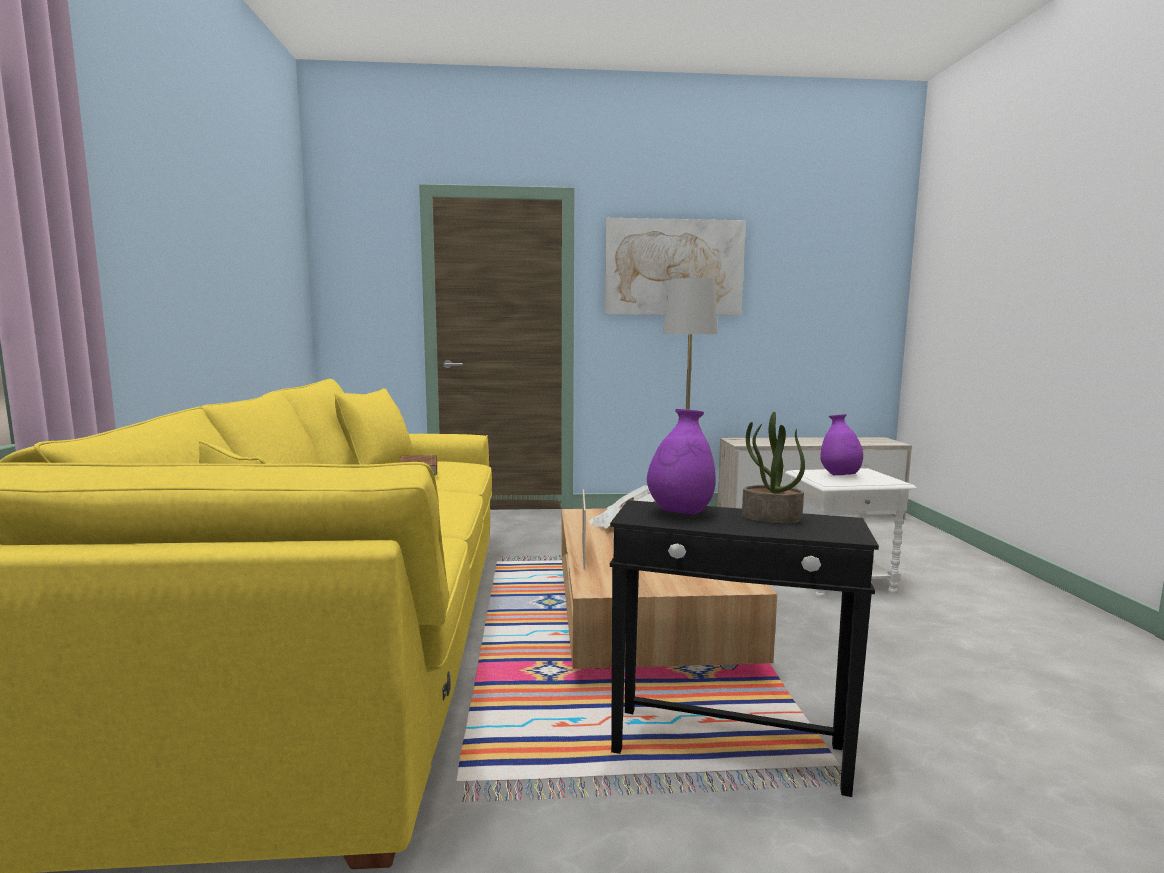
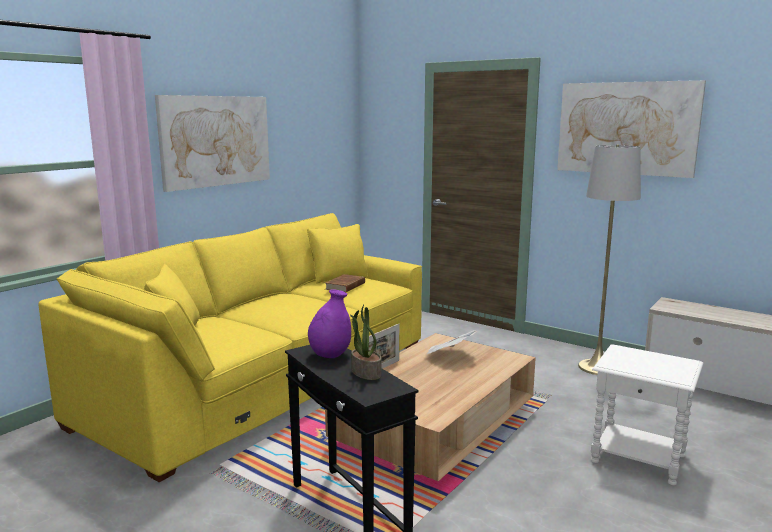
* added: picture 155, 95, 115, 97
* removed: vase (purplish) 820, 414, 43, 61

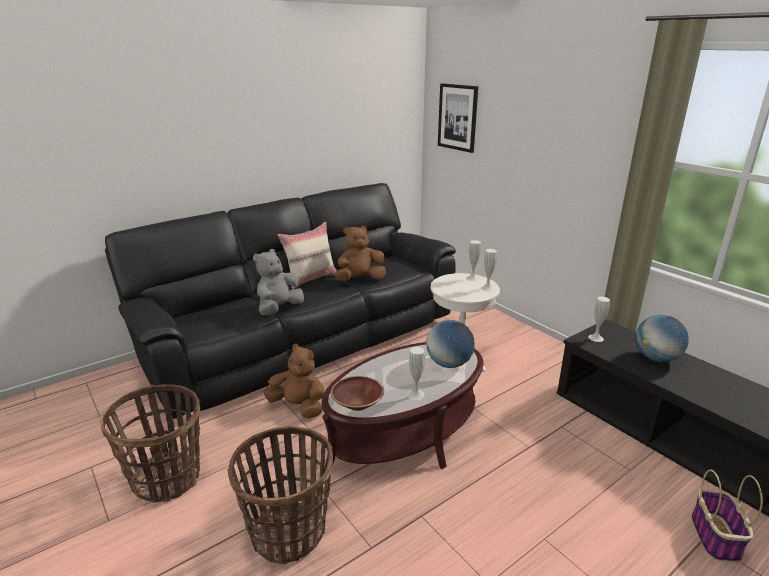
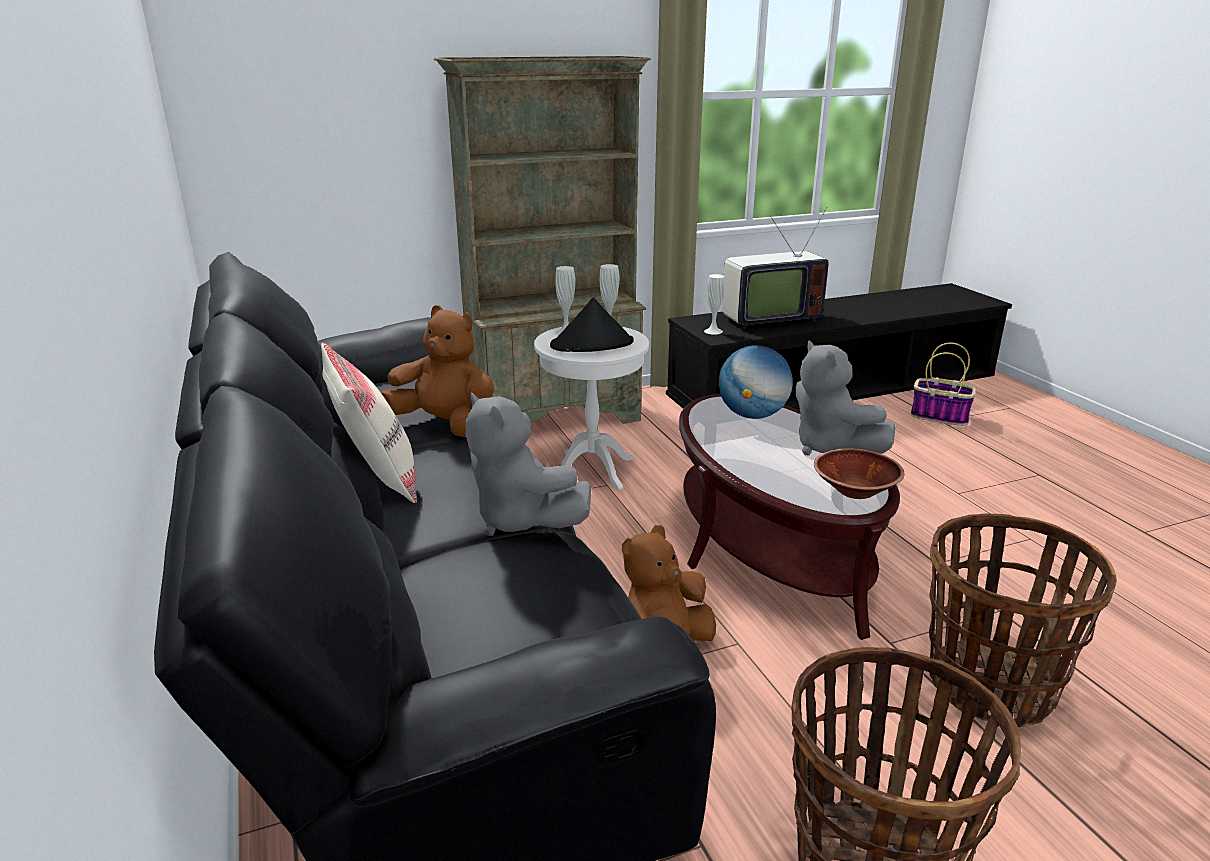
* turned: soft toy (brownish) 334, 226, 52, 55 = 381, 305, 113, 132 120 degrees clockwise
* added: shelving unit (green-coloured) 434, 56, 217, 368
* added: clothing hat (black) 550, 298, 84, 54
* replaced: world globe 635, 315, 54, 47 to television 722, 207, 106, 122
* replaced: vase (white-coloured) 407, 347, 18, 53 to soft toy (grey) 795, 340, 100, 116
* removed: picture 438, 83, 40, 70

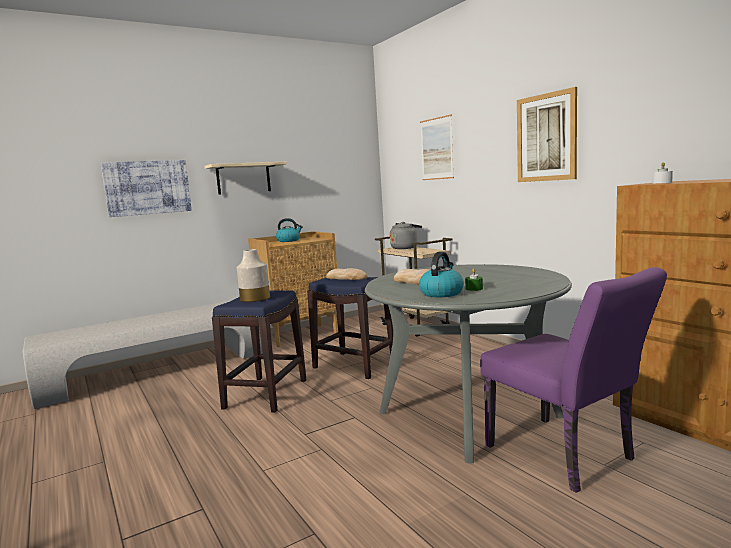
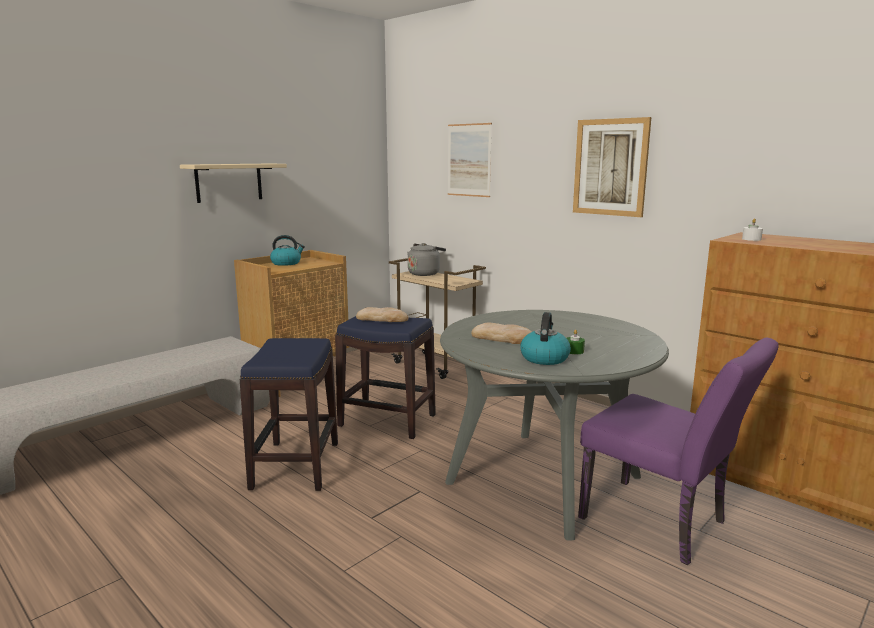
* removed: picture 101, 160, 91, 57
* removed: vase (beige) 237, 249, 33, 53

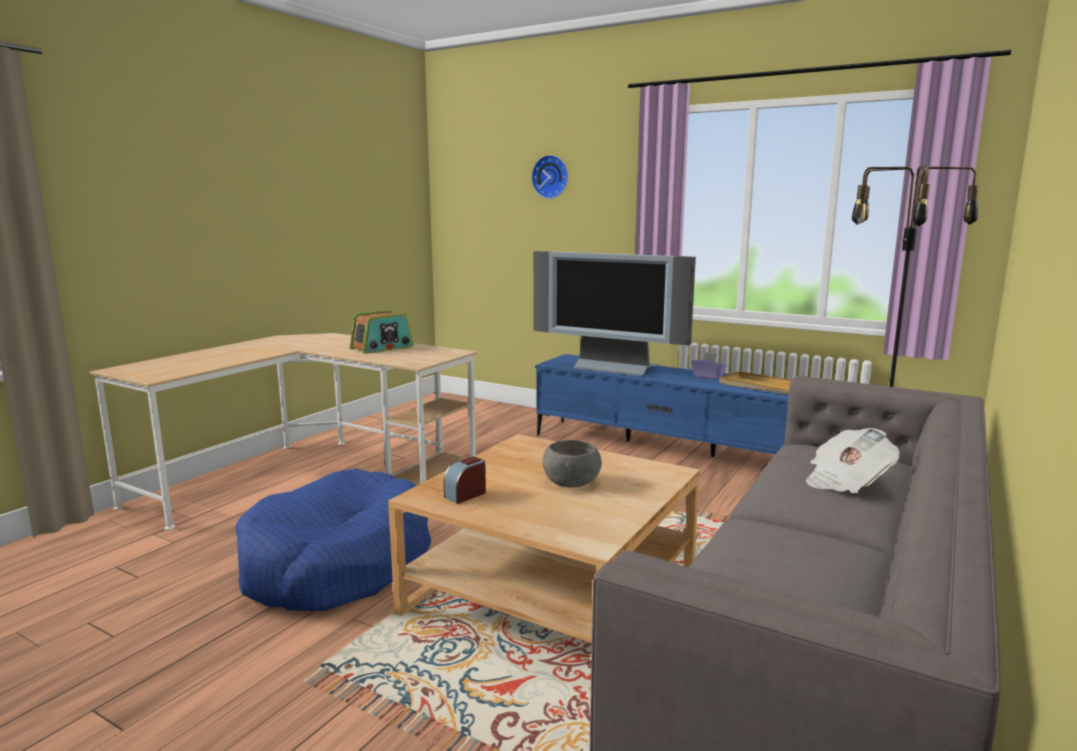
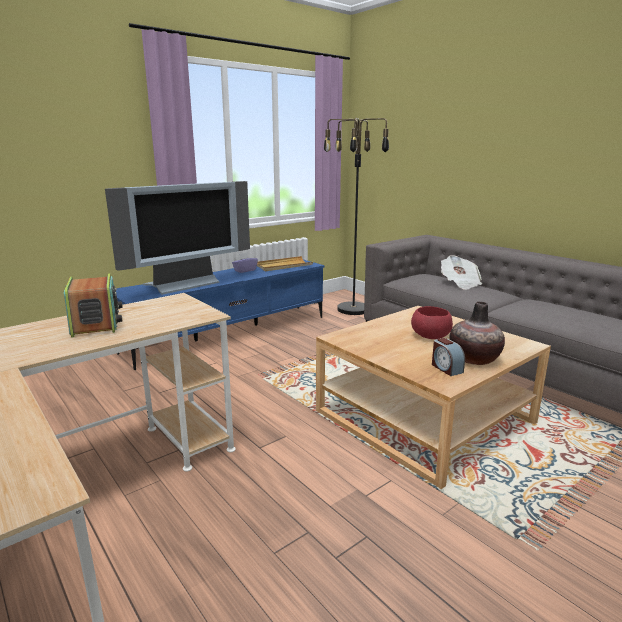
* recoloured: serving bowl (grey) 542, 440, 60, 47 to serving bowl (reddish) 411, 306, 42, 33
* added: vase 450, 301, 55, 64
* removed: pet bed (blue) 235, 468, 196, 143
* removed: clock on the wall 531, 155, 37, 44

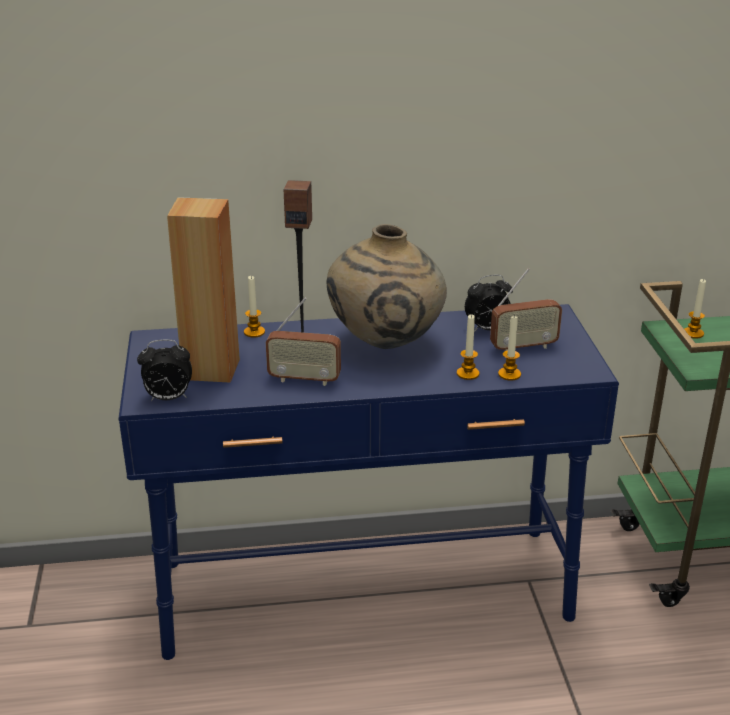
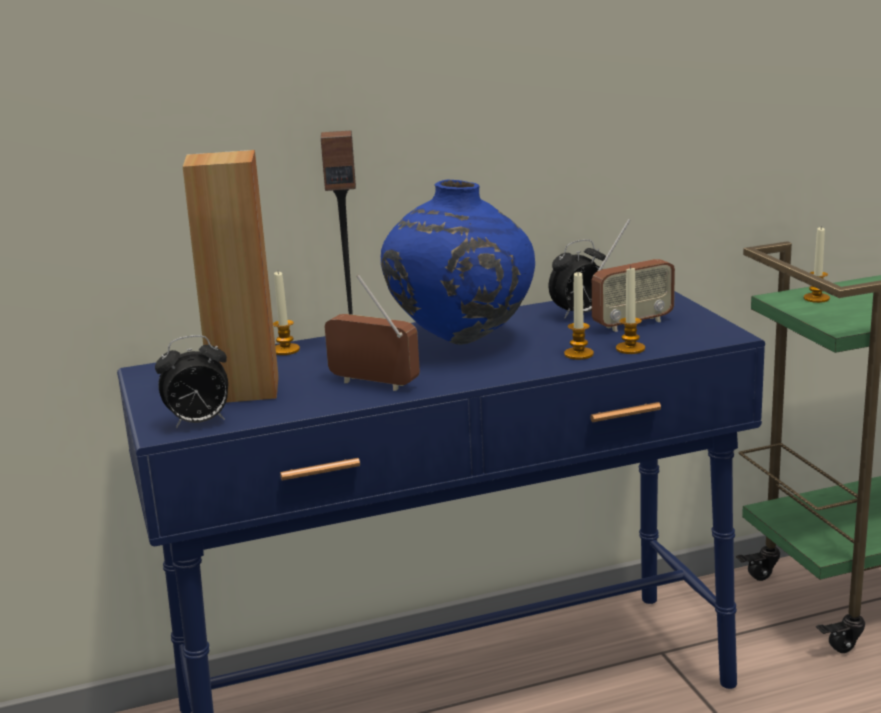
* turned: radio set 266, 298, 75, 88 = 325, 275, 95, 116 150 degrees counterclockwise
* recoloured: vase (beige) 327, 224, 120, 125 to vase (blue) 381, 180, 154, 165

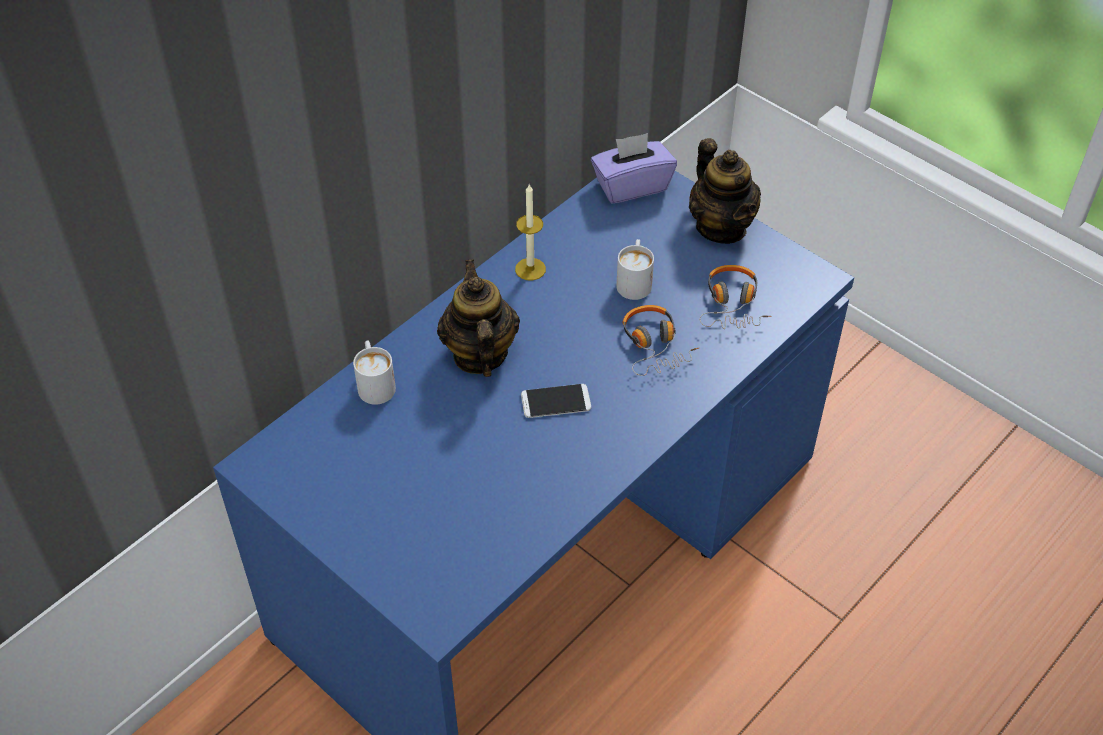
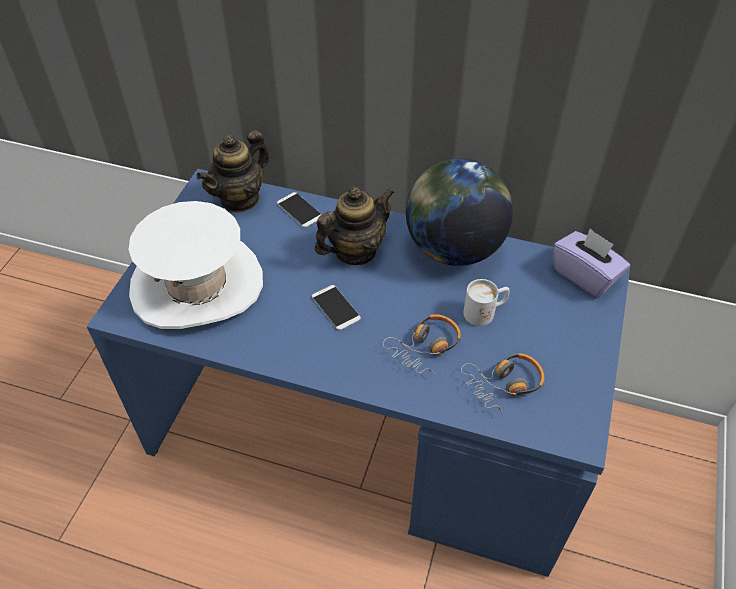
* added: clothing hat (white-coloured) 129, 201, 134, 128
* moved: teapot 689, 138, 72, 106 to 196, 130, 74, 83
* replaced: coffee mug (white-coloured) 353, 340, 43, 65 to handset 277, 192, 45, 36
* replaced: wax light 515, 184, 31, 96 to world globe 406, 159, 107, 107

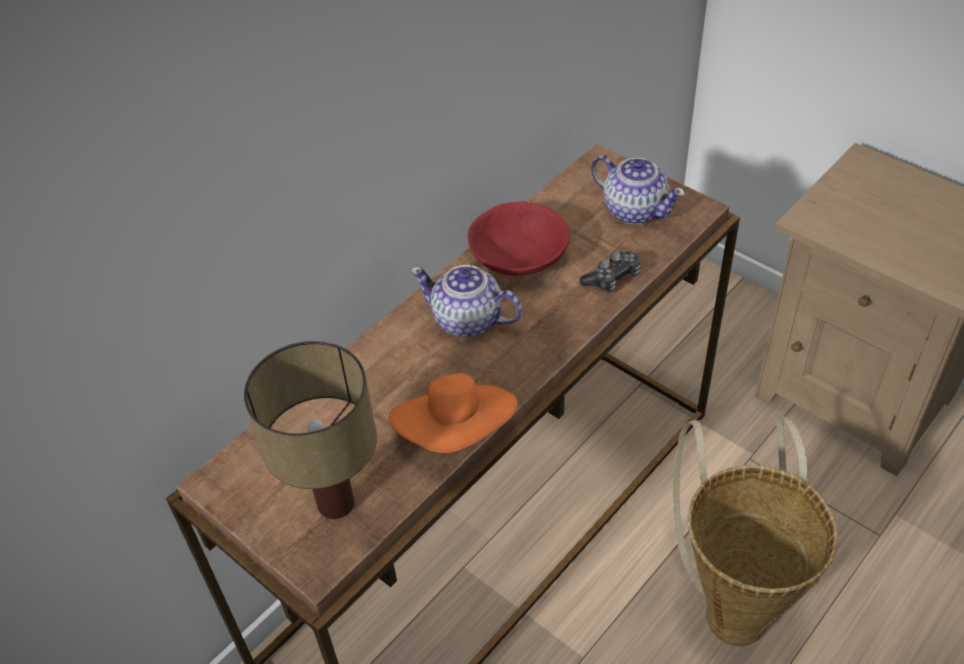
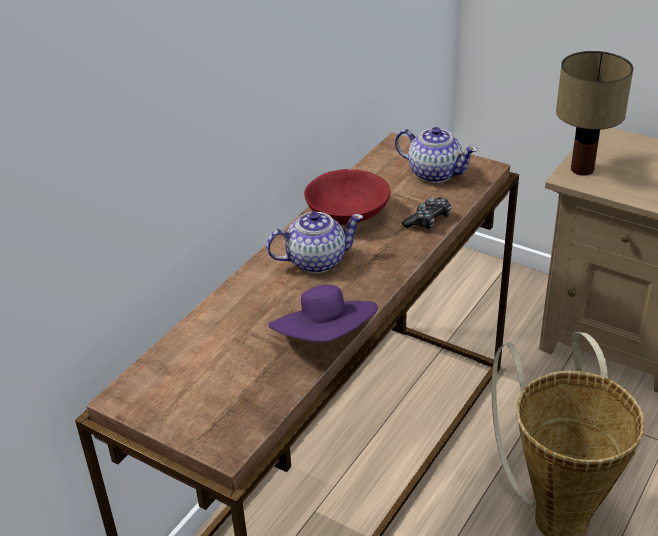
* turned: teapot 410, 265, 112, 72 = 266, 212, 97, 61 150 degrees clockwise
* recoloured: clothing hat (orangey) 389, 373, 129, 80 to clothing hat (purplish) 269, 284, 109, 58
* moved: tabletop lamp 244, 341, 133, 178 to 556, 51, 77, 125

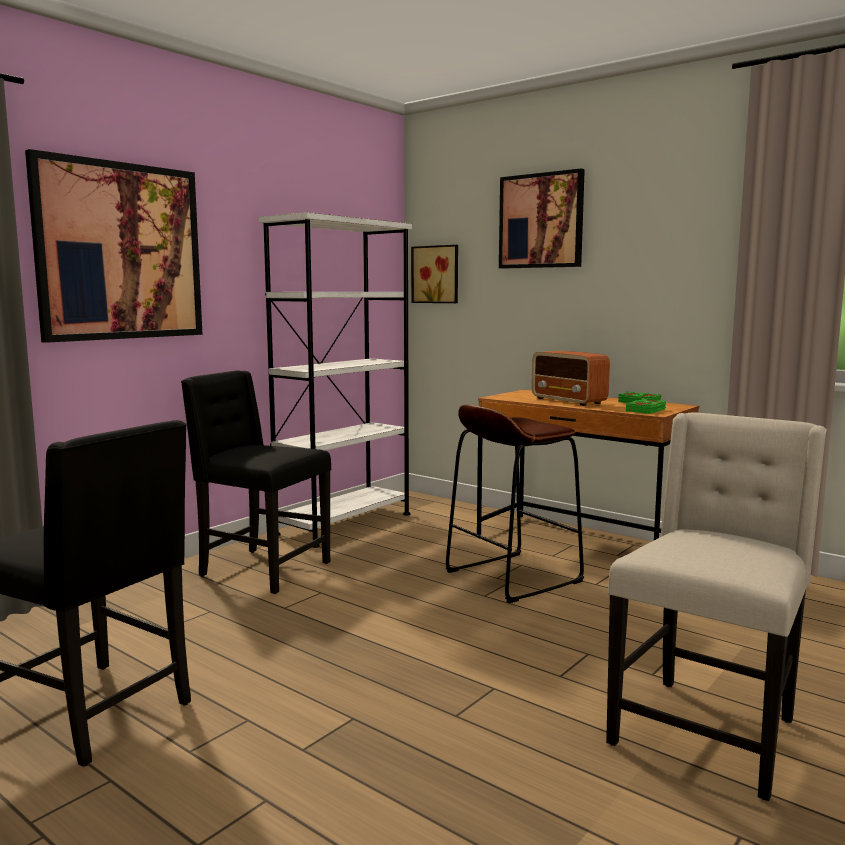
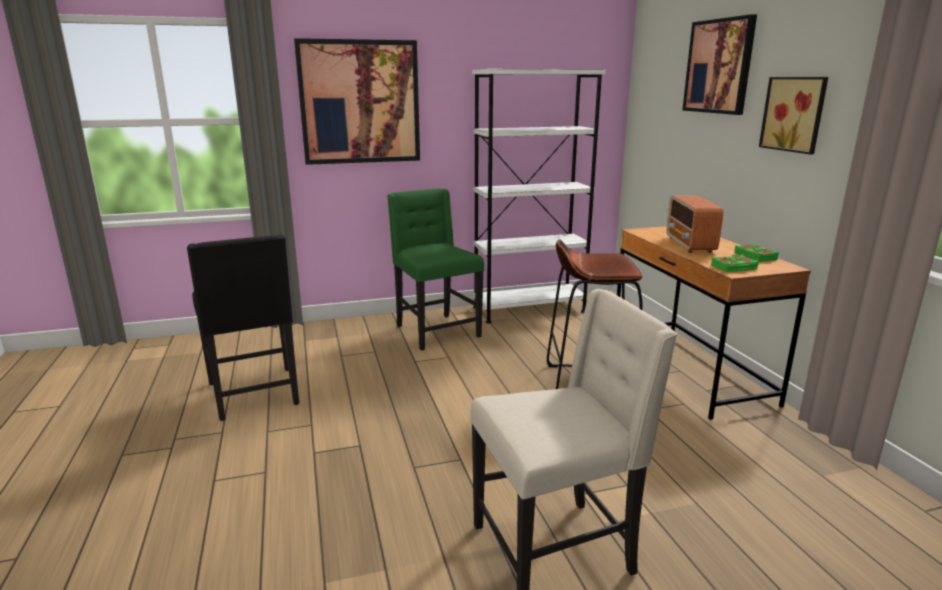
* recoloured: plain chair (black) 181, 370, 150, 224 to plain chair (green-coloured) 387, 188, 97, 162
* moved: picture 411, 245, 47, 58 to 759, 77, 69, 78

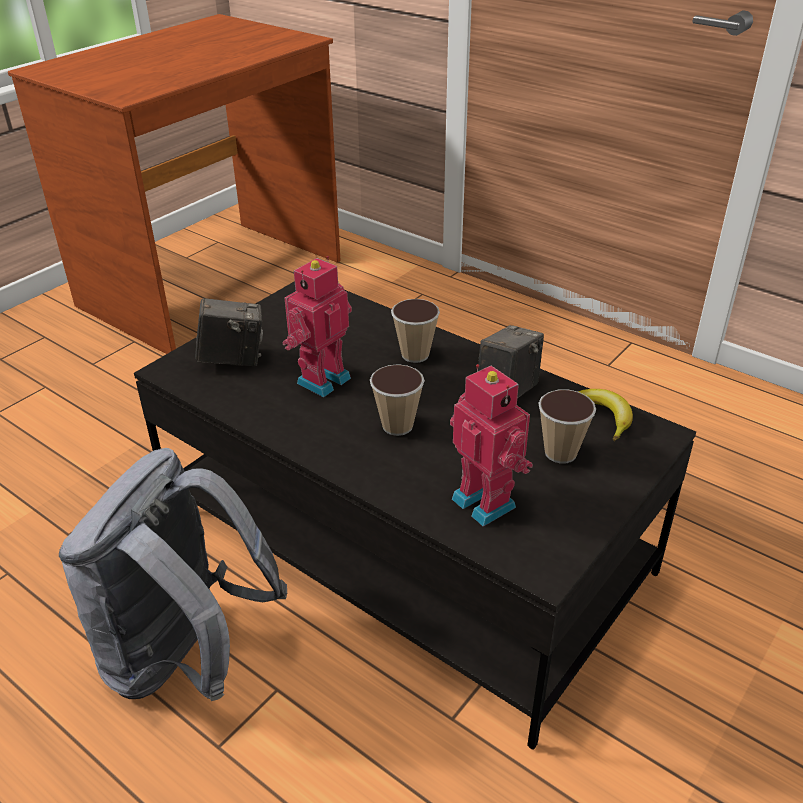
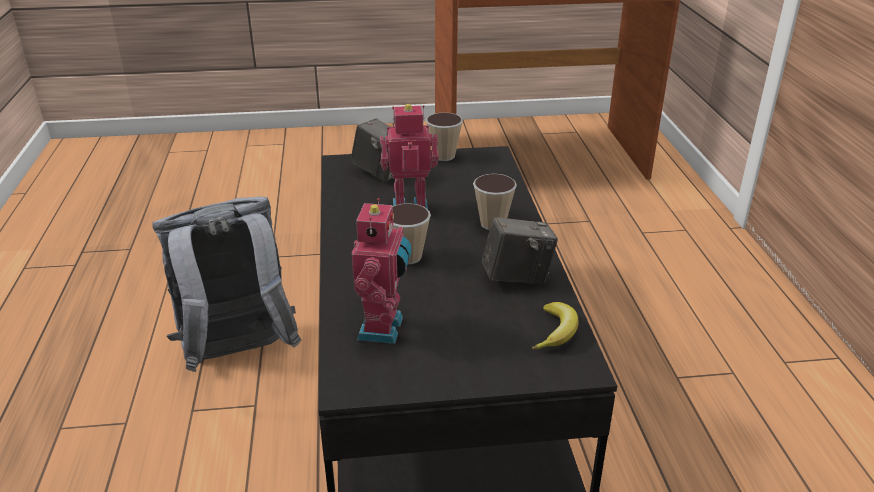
* moved: small cup 538, 390, 58, 73 to 426, 113, 37, 48

